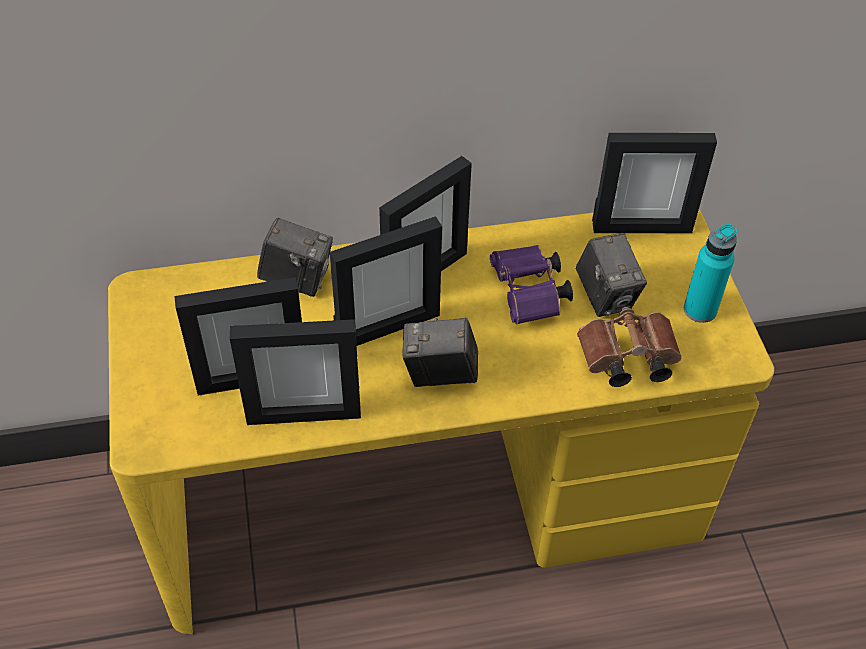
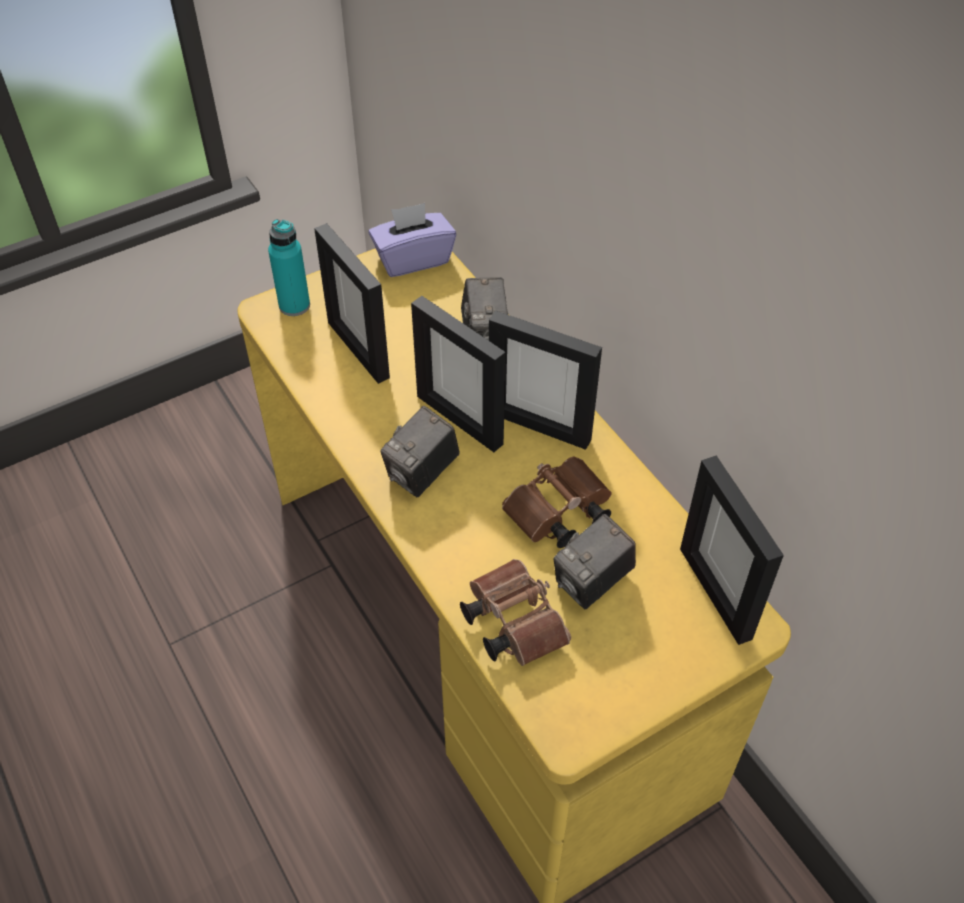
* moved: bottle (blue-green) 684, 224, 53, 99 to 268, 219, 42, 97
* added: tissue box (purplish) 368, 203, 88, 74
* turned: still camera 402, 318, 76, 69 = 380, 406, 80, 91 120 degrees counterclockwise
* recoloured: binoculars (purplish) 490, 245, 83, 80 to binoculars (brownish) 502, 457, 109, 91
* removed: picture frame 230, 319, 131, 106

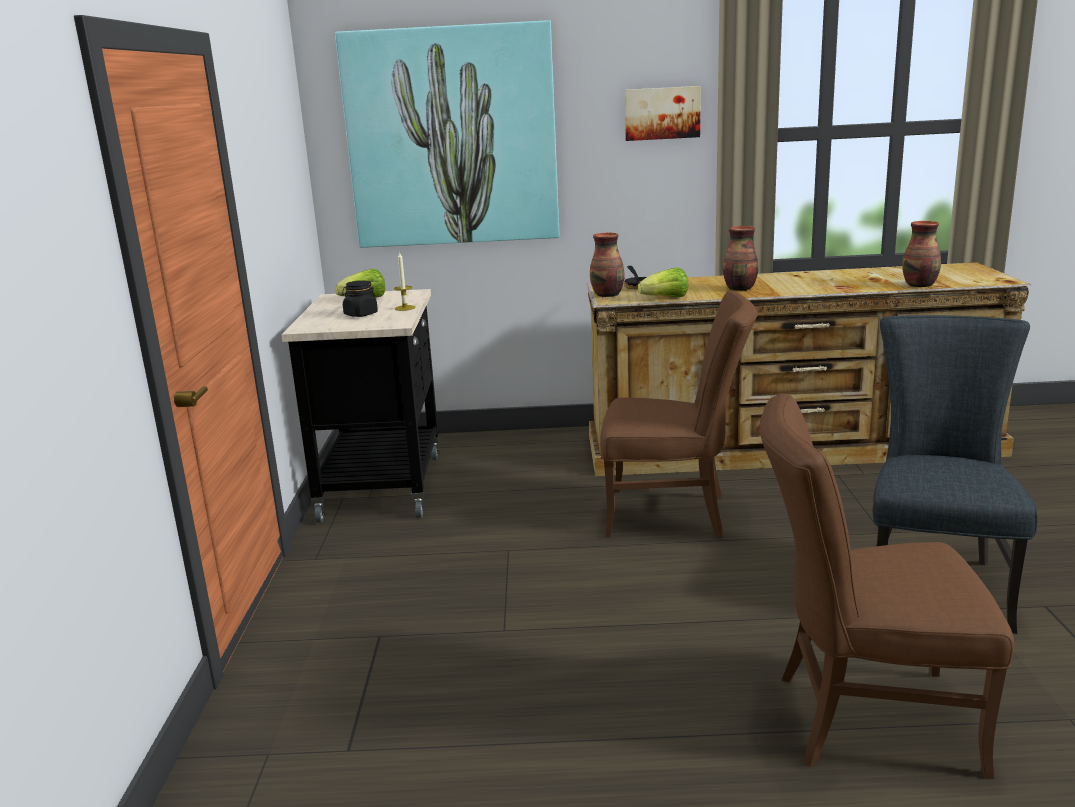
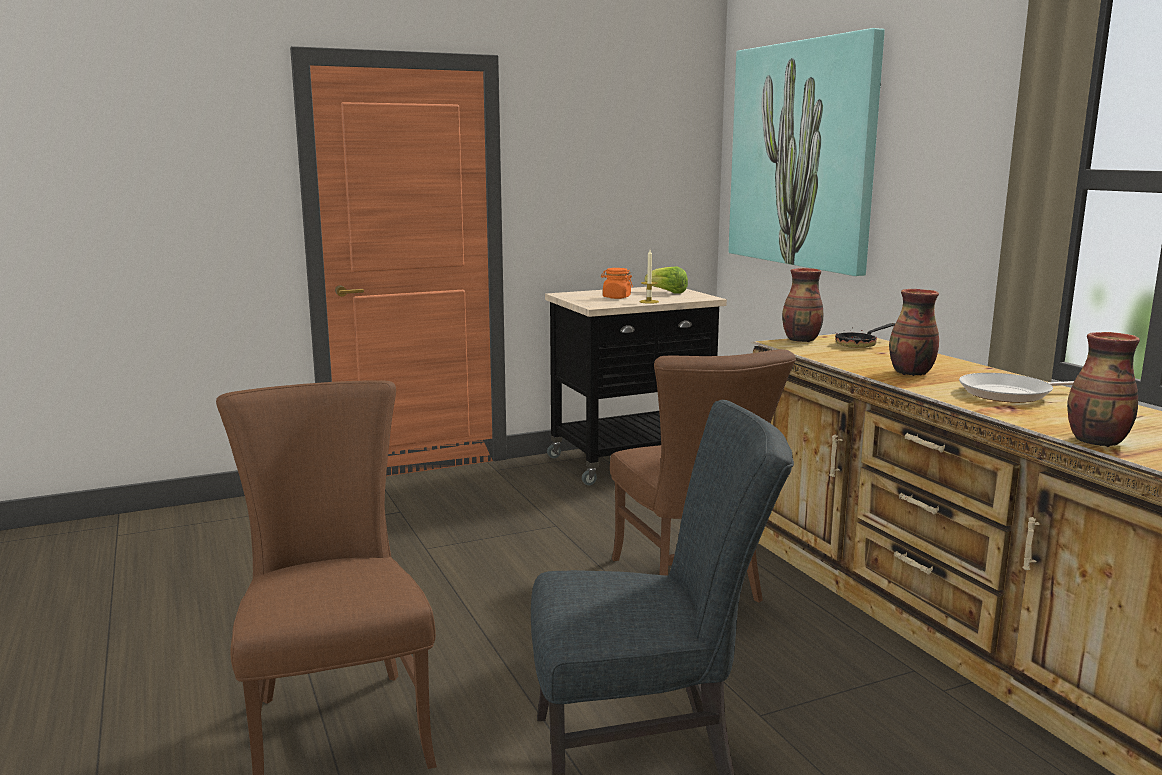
* recoloured: preserve jar (black) 341, 281, 37, 36 to preserve jar (orangey) 601, 268, 32, 31
* added: skillet 959, 373, 115, 30
* removed: picture 625, 86, 76, 55
* removed: lettuce head 638, 267, 50, 30

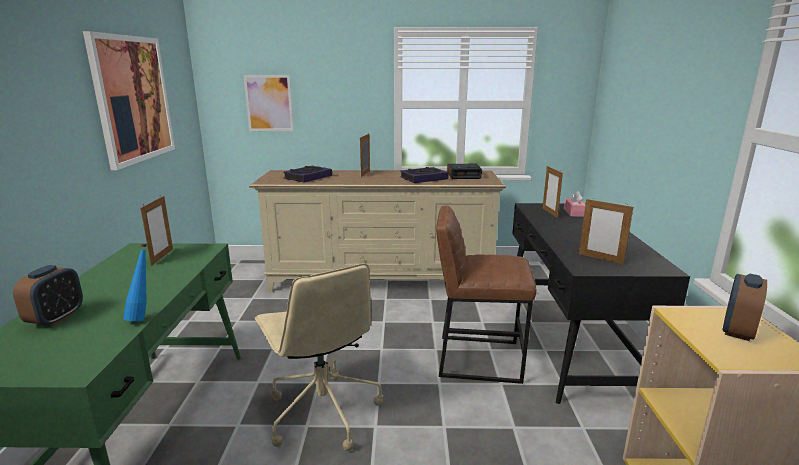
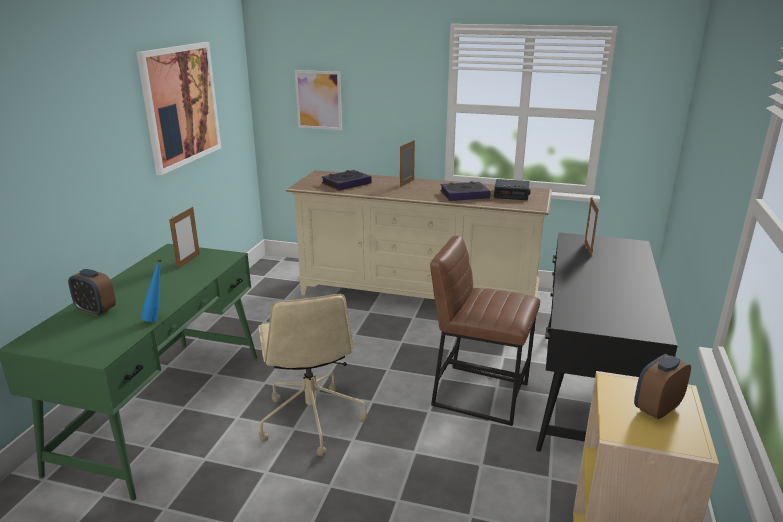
* turned: alarm clock 13, 265, 70, 62 = 68, 269, 48, 47 90 degrees clockwise
* removed: tissue box (pink) 564, 191, 21, 26
* removed: picture frame 579, 198, 54, 67

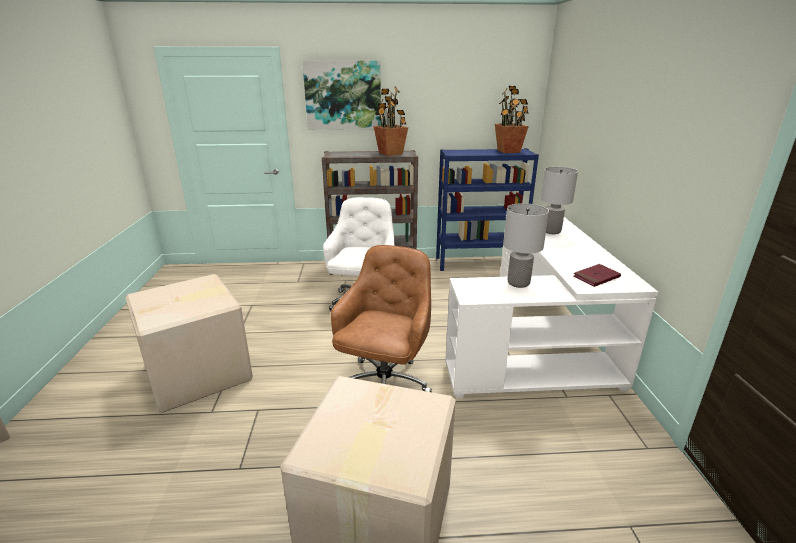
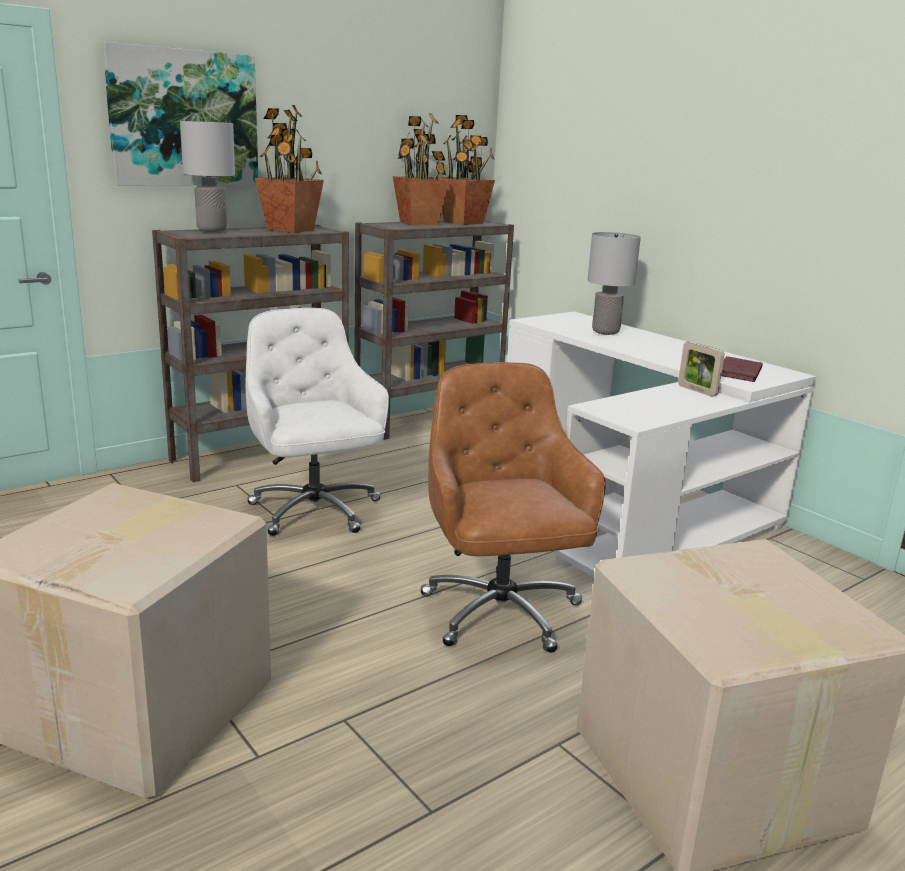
* moved: tabletop lamp (grey) 503, 203, 46, 85 to 180, 120, 55, 112
* recoloured: shelving unit (blue) 436, 148, 103, 123 to shelving unit (grey) 354, 220, 160, 220
* added: plant in a pot 393, 113, 56, 112
* added: picture frame 678, 342, 46, 55

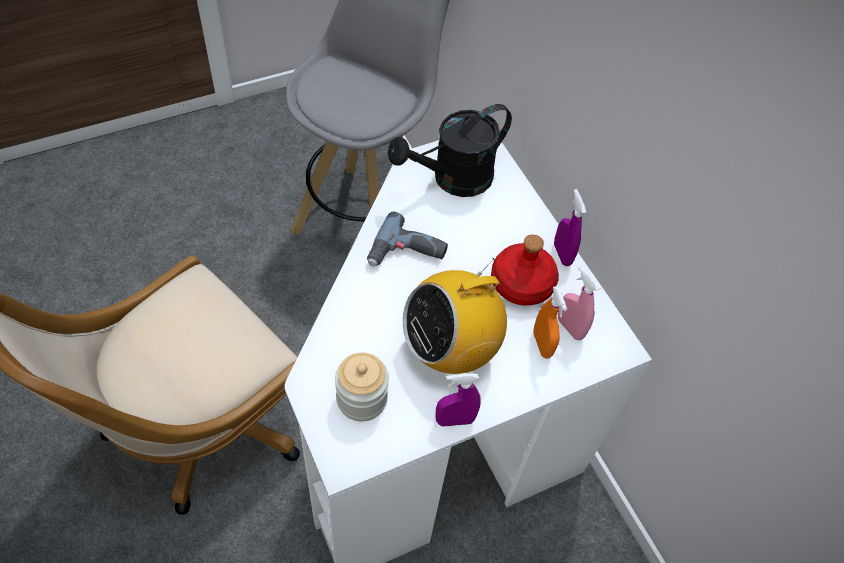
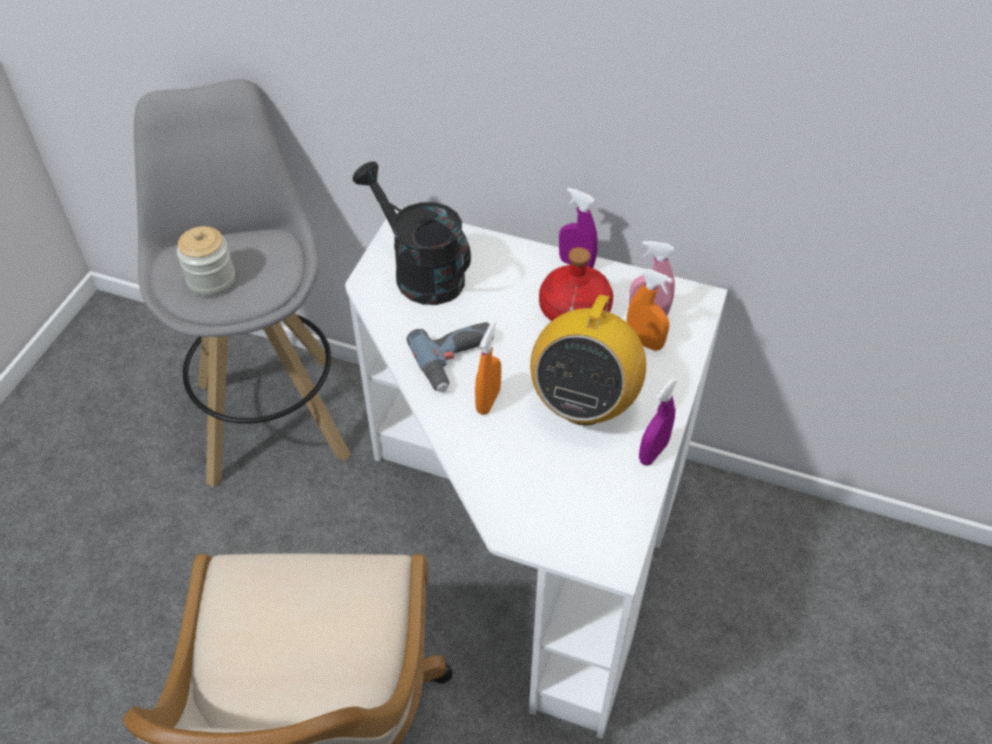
* moved: preserve jar 335, 353, 54, 68 to 177, 226, 58, 70
* turned: watering can (black) 388, 104, 124, 93 = 353, 162, 118, 143 120 degrees clockwise
* added: hand sprayer (orangey) 475, 320, 26, 95

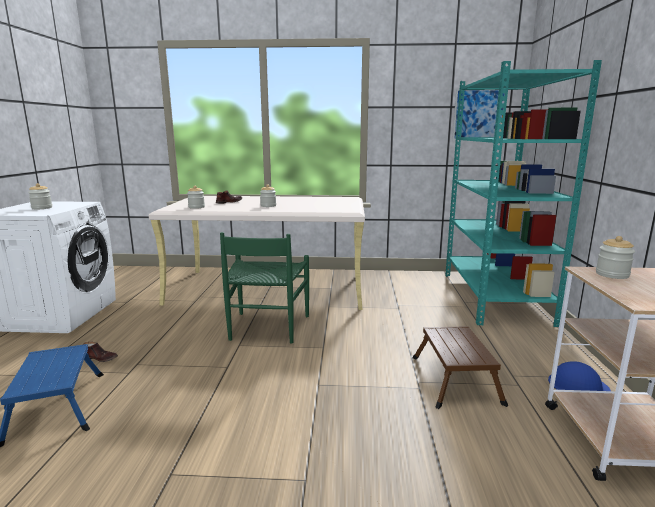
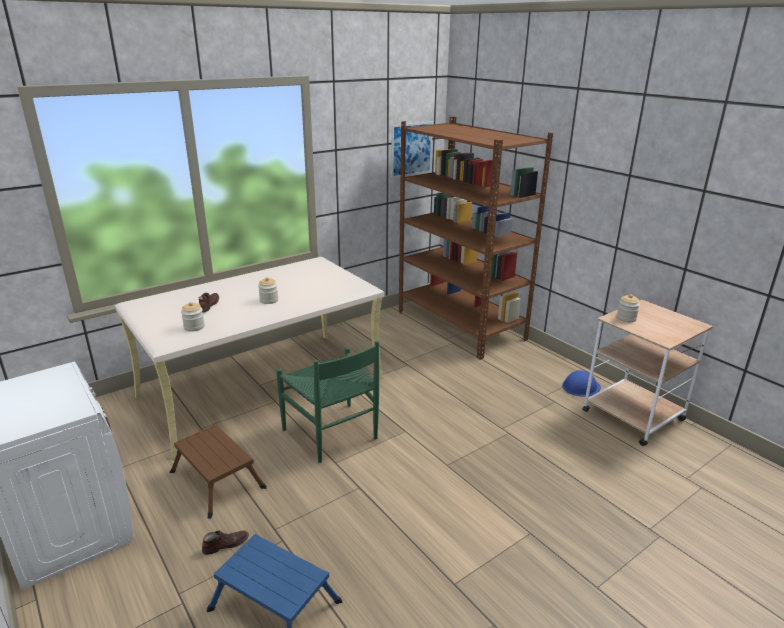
* moved: stepladder (brownish) 412, 326, 96, 83 to 170, 424, 97, 95
* recoloured: shelving unit (blue-green) 445, 60, 157, 267 to shelving unit (brownish) 399, 117, 154, 243
* removed: preserve jar 28, 183, 24, 26

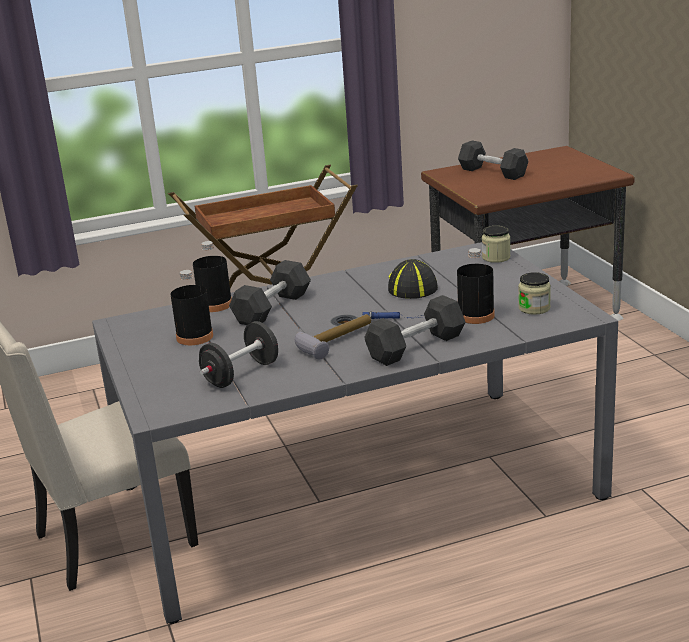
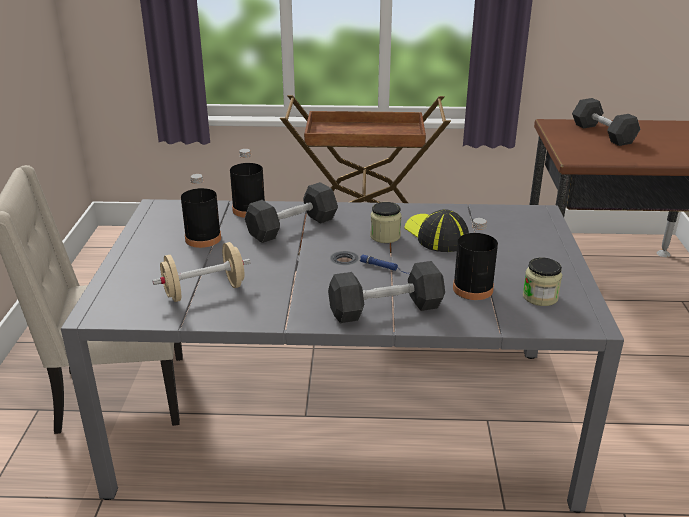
* recoloured: hand weight (black) 199, 321, 79, 67 to hand weight (beige) 152, 242, 99, 60
* moved: preserve jar 482, 225, 28, 38 to 370, 202, 32, 41
* turned: baseball cap 388, 259, 50, 40 = 404, 209, 65, 43 45 degrees counterclockwise
* removed: hammer 295, 314, 76, 46

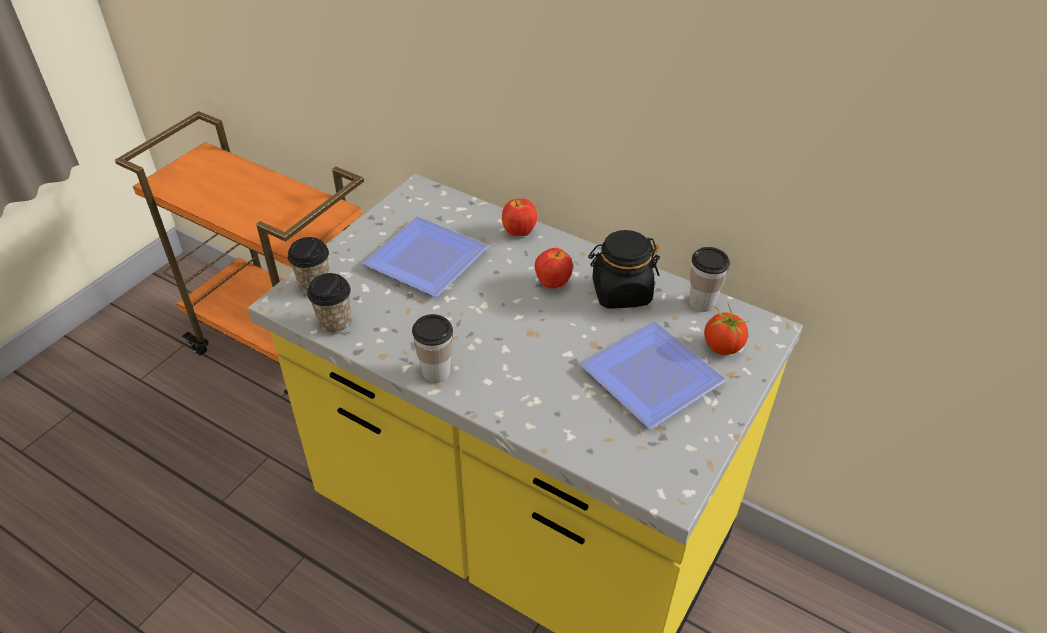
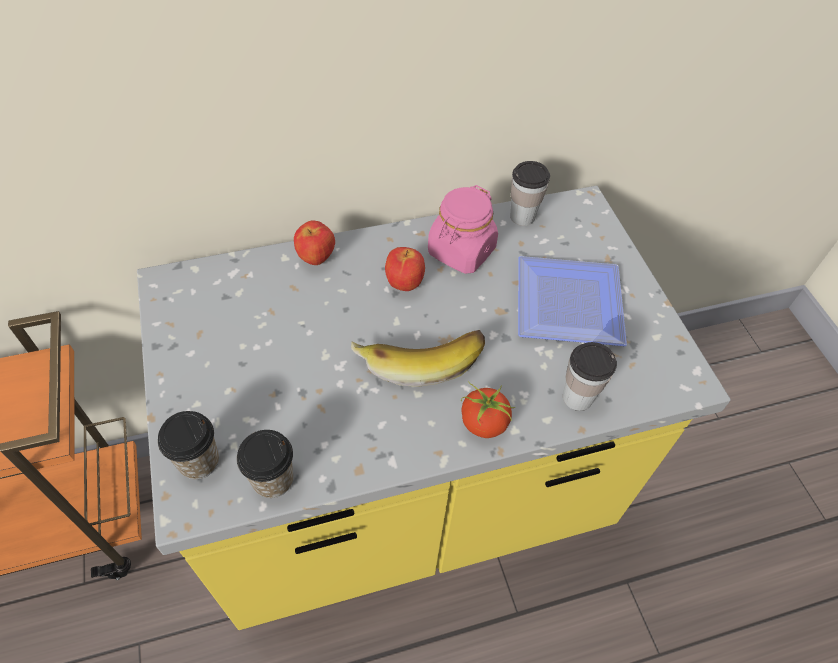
* added: whole banana 351, 330, 134, 57
* recoloured: preserve jar (black) 588, 230, 72, 79 to preserve jar (pink) 428, 185, 70, 89
* moved: whole tomato 704, 304, 45, 51 to 461, 381, 54, 57
* moved: small cup 412, 314, 41, 69 to 563, 342, 54, 69
* removed: dinner plate 362, 216, 127, 81

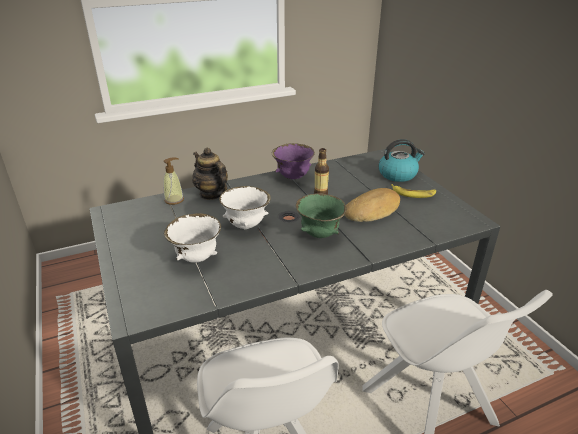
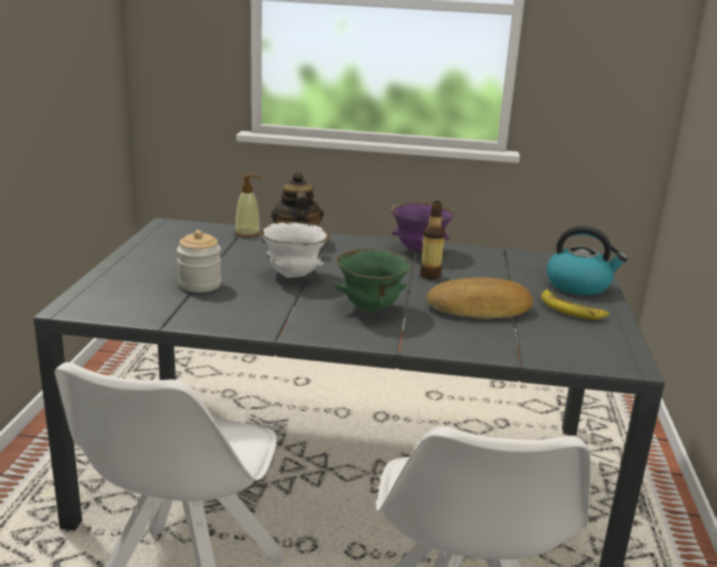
* replaced: serving bowl (white-coloured) 164, 213, 57, 50 to preserve jar 177, 230, 44, 62

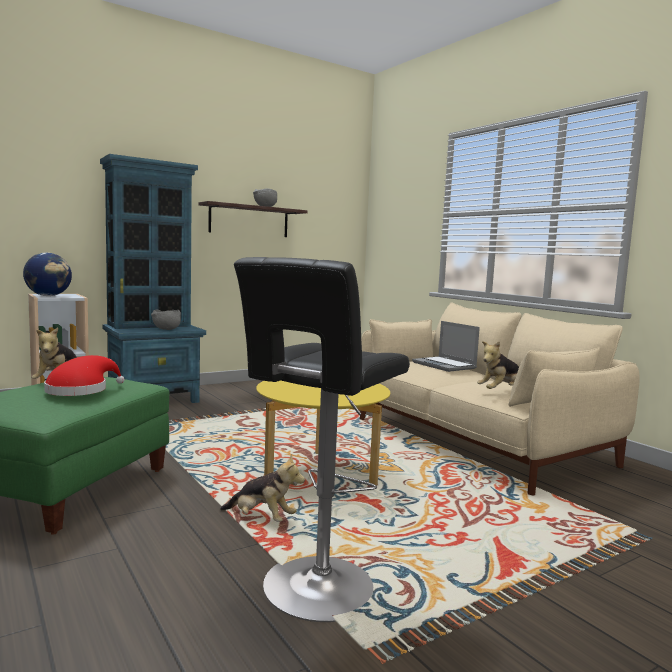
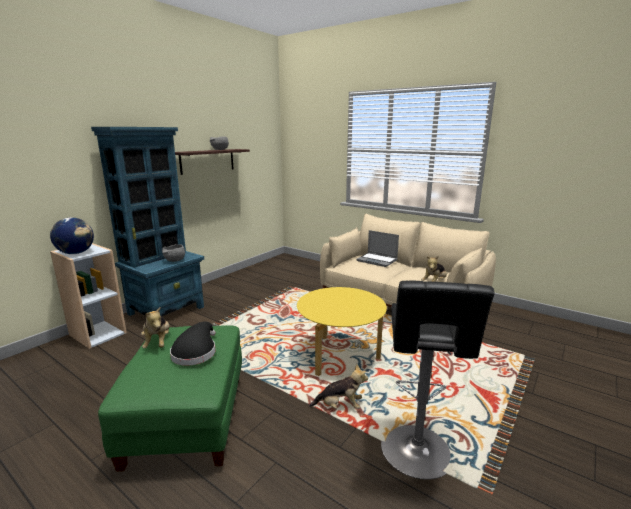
* recoloured: clothing hat (reddish) 44, 355, 81, 41 to clothing hat (black) 170, 321, 46, 45

